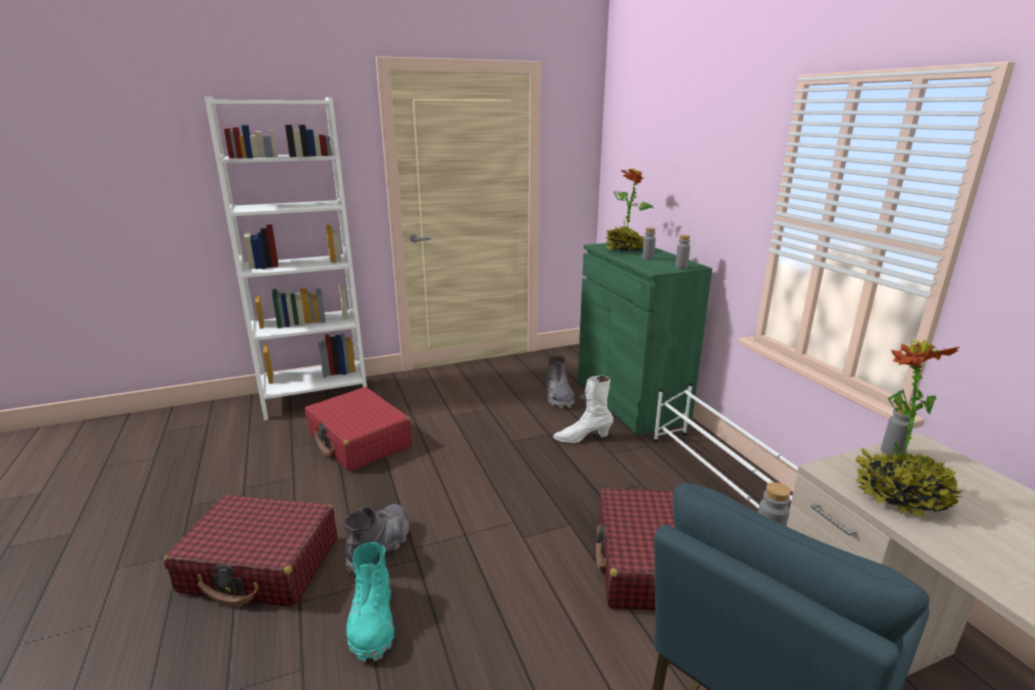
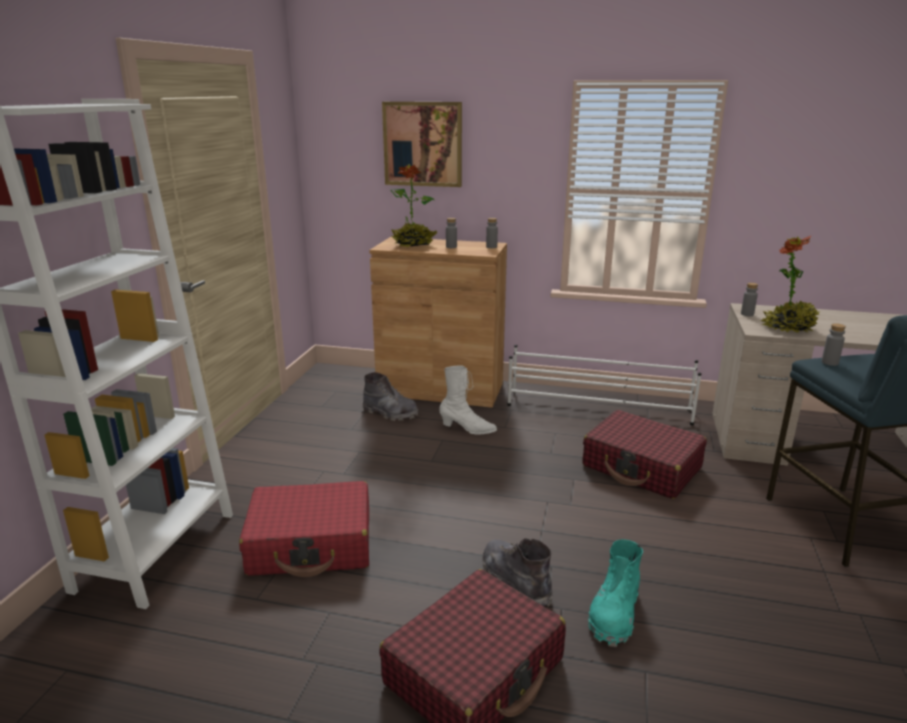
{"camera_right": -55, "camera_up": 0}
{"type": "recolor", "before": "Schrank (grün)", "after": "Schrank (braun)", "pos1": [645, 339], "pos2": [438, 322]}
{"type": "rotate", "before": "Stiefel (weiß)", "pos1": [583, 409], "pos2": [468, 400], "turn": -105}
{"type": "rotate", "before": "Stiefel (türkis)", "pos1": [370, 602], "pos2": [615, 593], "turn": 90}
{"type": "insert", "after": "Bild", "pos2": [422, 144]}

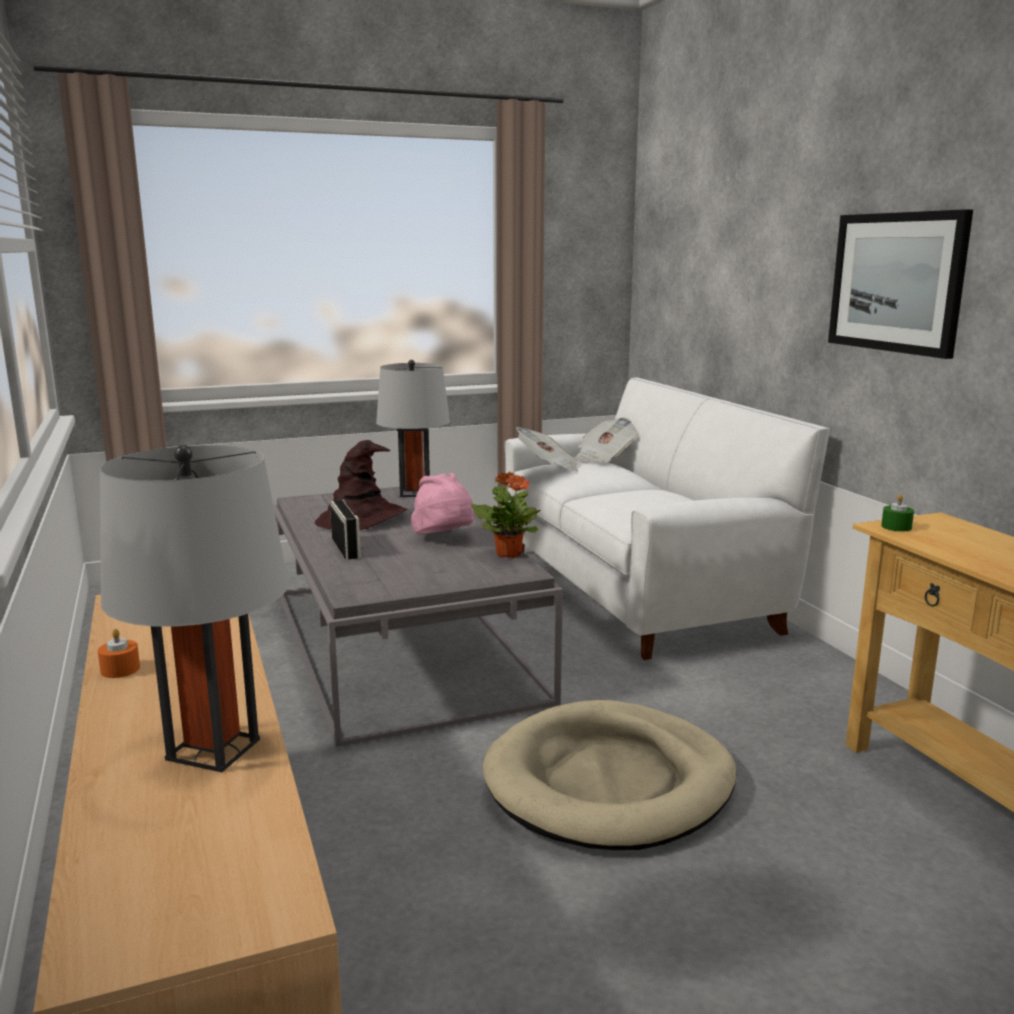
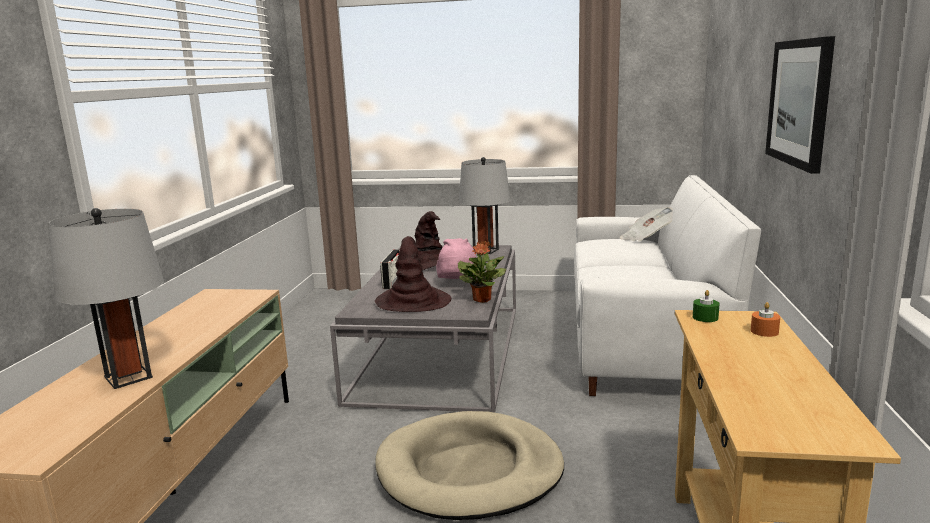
{"camera_right": 30, "camera_up": 0}
{"type": "delete", "before": "Zeitung", "pos1": [547, 449]}
{"type": "move", "before": "Kerze (orange)", "pos1": [119, 653], "pos2": [765, 319]}
{"type": "insert", "after": "Hut (braun)", "pos2": [413, 274]}

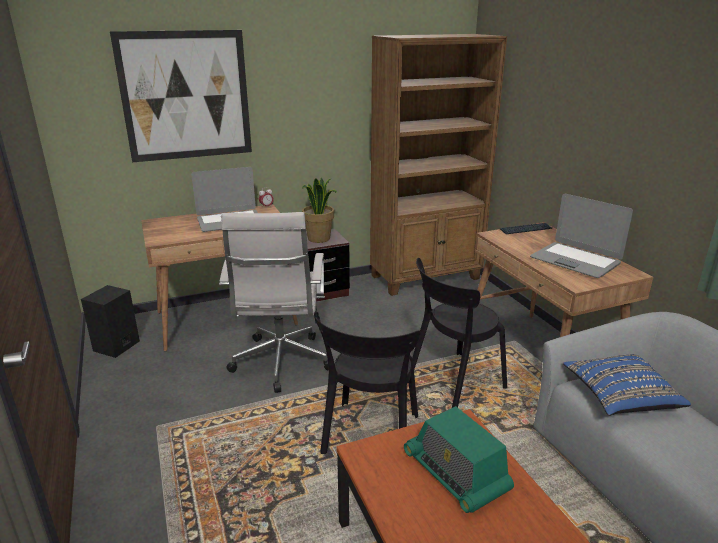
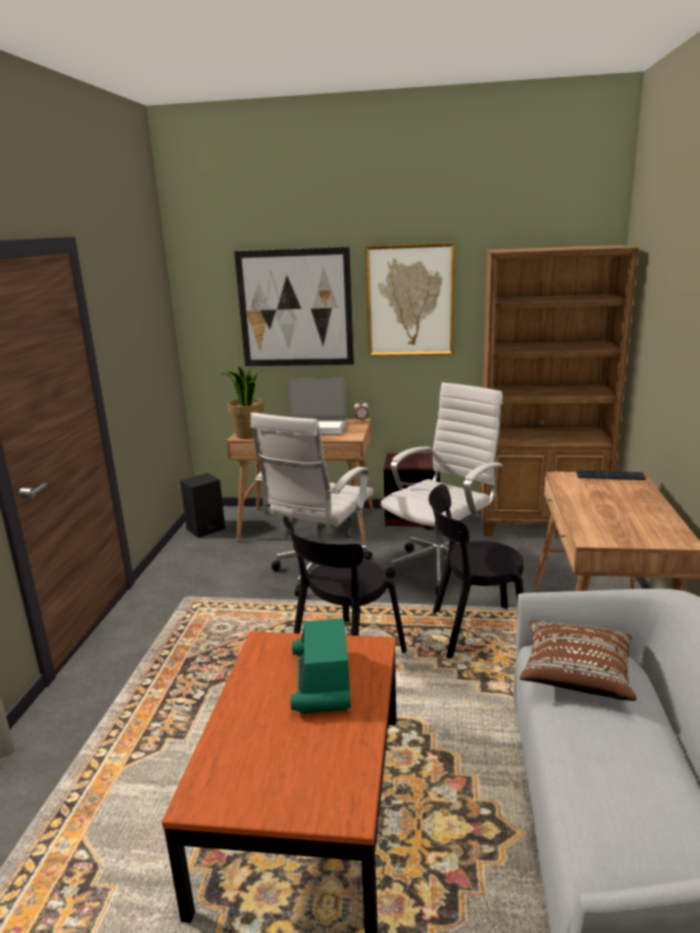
{"camera_right": 30, "camera_up": -5}
{"type": "move", "before": "Topfpflanze", "pos1": [319, 210], "pos2": [241, 402]}
{"type": "delete", "before": "Laptop", "pos1": [581, 236]}
{"type": "recolor", "before": "Kissen (blau)", "after": "Kissen (braun)", "pos1": [627, 385], "pos2": [578, 660]}
{"type": "insert", "after": "Bild", "pos2": [410, 299]}
{"type": "insert", "after": "Bürostuhl (weiß)", "pos2": [442, 489]}

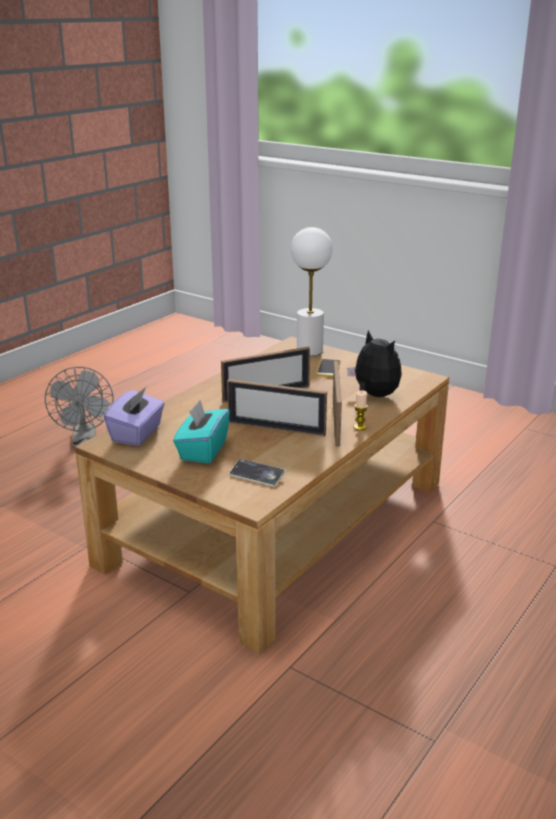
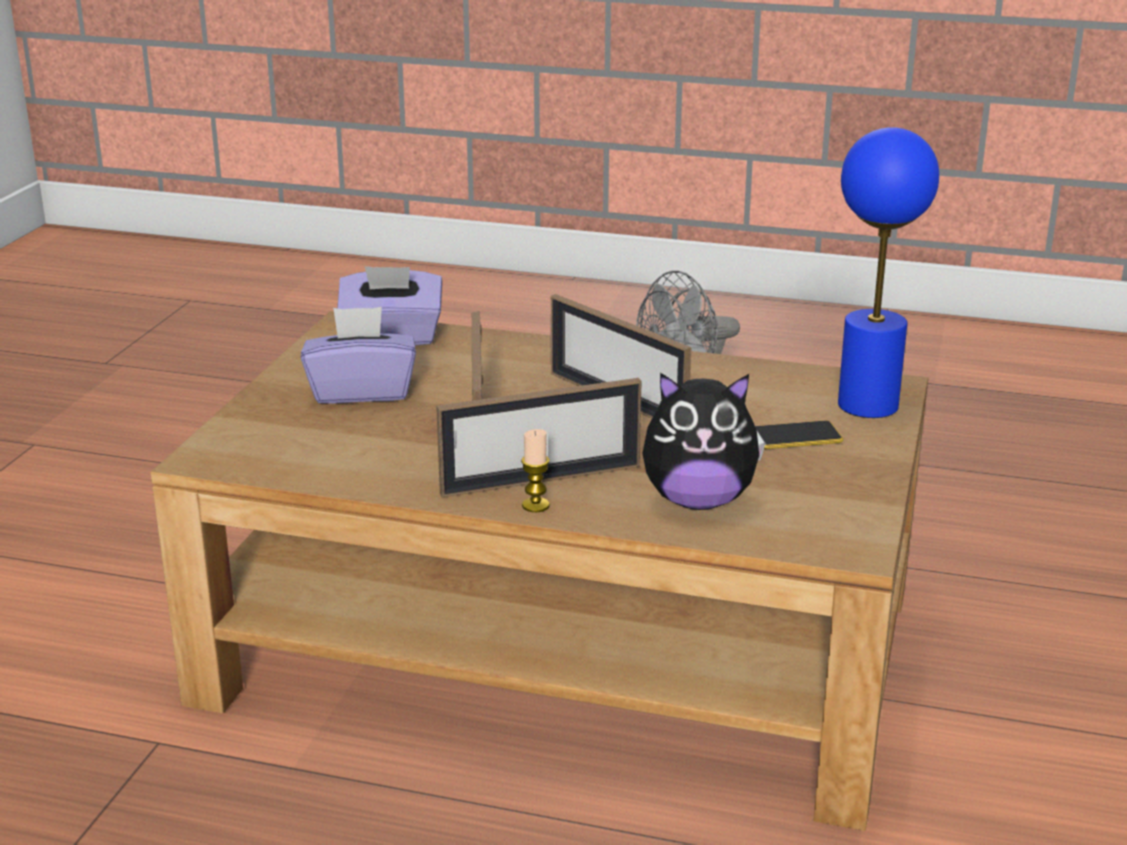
{"camera_right": 70, "camera_up": 0}
{"type": "recolor", "before": "Tischlampe (weiß)", "after": "Tischlampe (blau)", "pos1": [312, 291], "pos2": [888, 272]}
{"type": "rotate", "before": "Plüschtier", "pos1": [374, 363], "pos2": [704, 441], "turn": 60}
{"type": "recolor", "before": "Taschentuchbox (türkis)", "after": "Taschentuchbox (lila)", "pos1": [201, 431], "pos2": [358, 355]}
{"type": "delete", "before": "Handy", "pos1": [257, 473]}

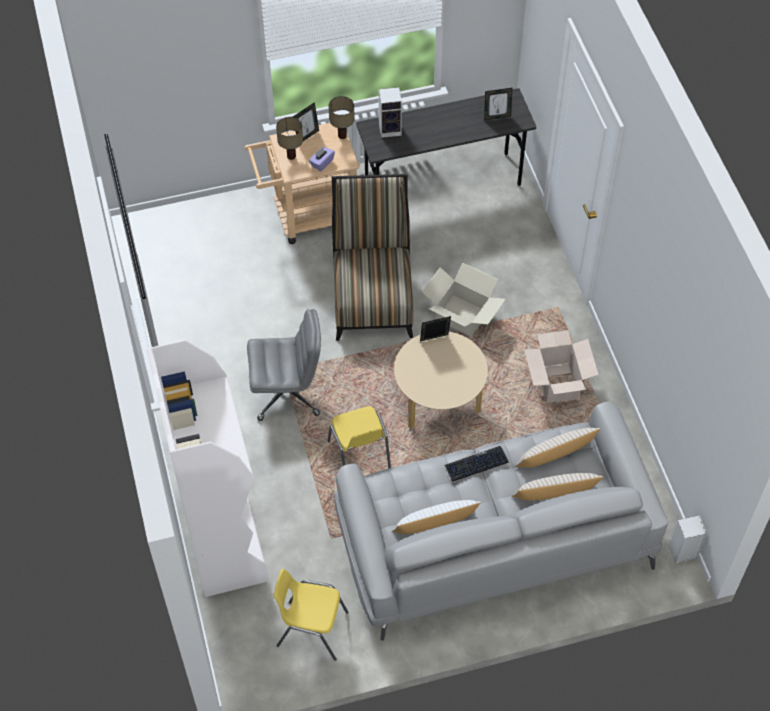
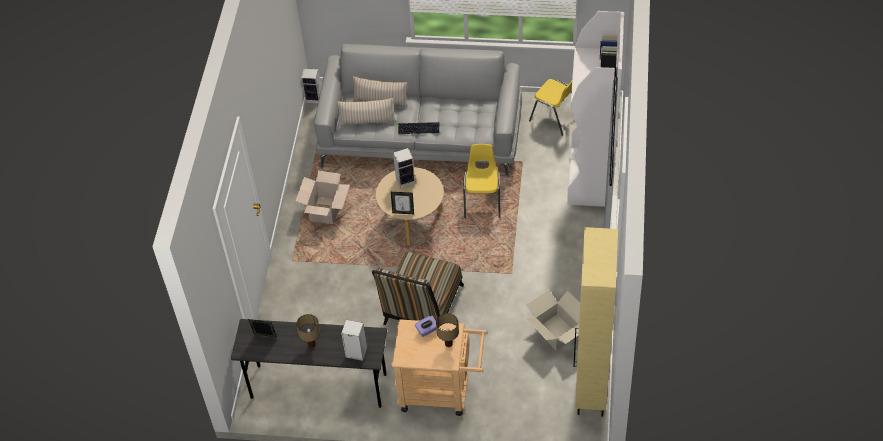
{"camera_right": -155, "camera_up": -5}
{"type": "move", "before": "Tischlampe", "pos1": [341, 117], "pos2": [308, 331]}
{"type": "delete", "before": "Bilderrahmen", "pos1": [306, 121]}
{"type": "move", "before": "Karton", "pos1": [464, 299], "pos2": [552, 320]}
{"type": "delete", "before": "Bürostuhl (grau)", "pos1": [284, 365]}
{"type": "delete", "before": "Kissen (weiß)", "pos1": [436, 517]}
{"type": "insert", "after": "Lautsprecher", "pos2": [404, 168]}
{"type": "insert", "after": "Schrank (beige)", "pos2": [596, 322]}

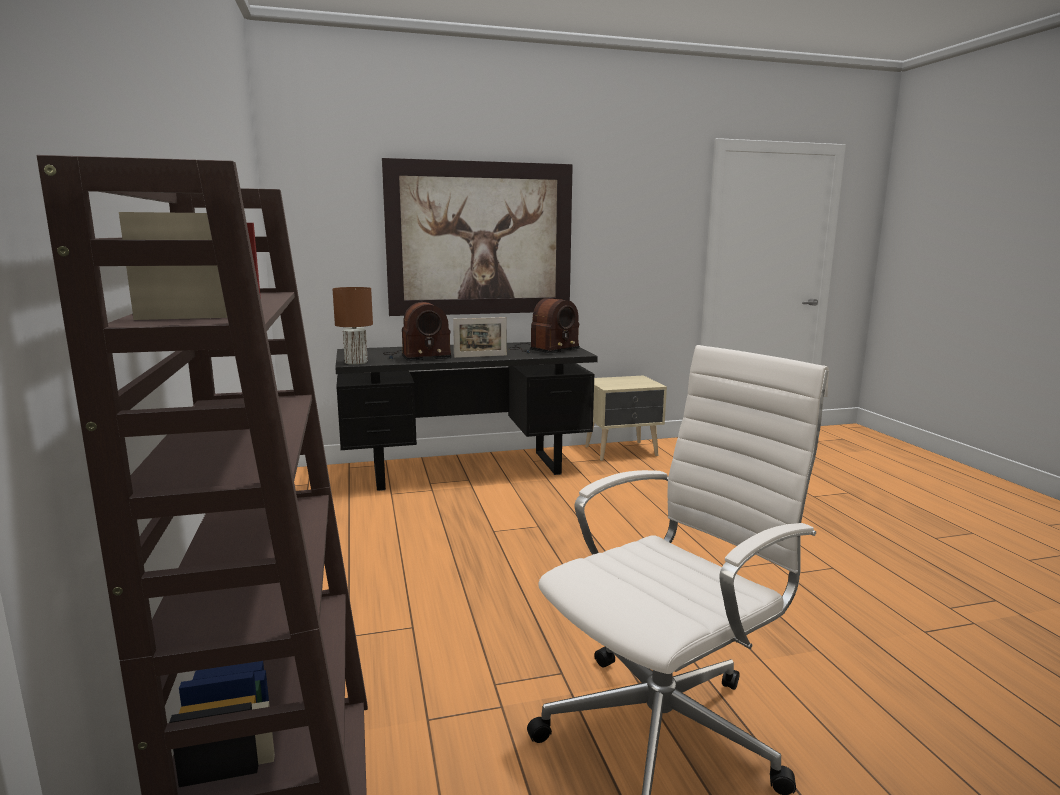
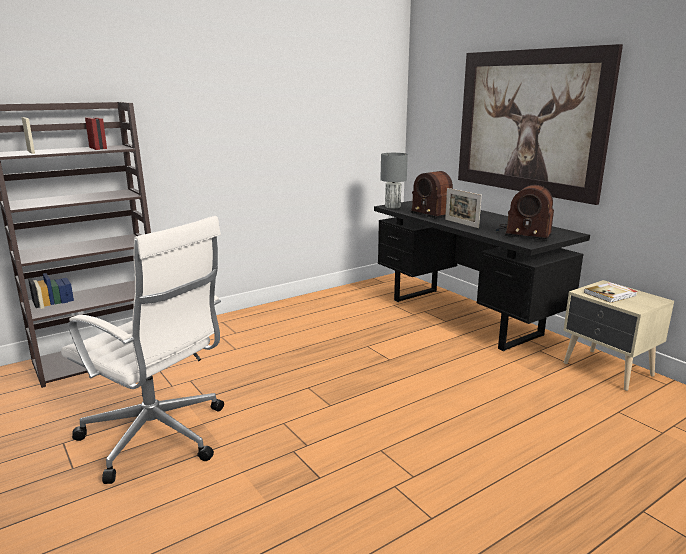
{"camera_right": 70, "camera_up": 5}
{"type": "recolor", "before": "Tischlampe (braun)", "after": "Tischlampe (grau)", "pos1": [353, 326], "pos2": [394, 180]}
{"type": "insert", "after": "Buch", "pos2": [611, 292]}

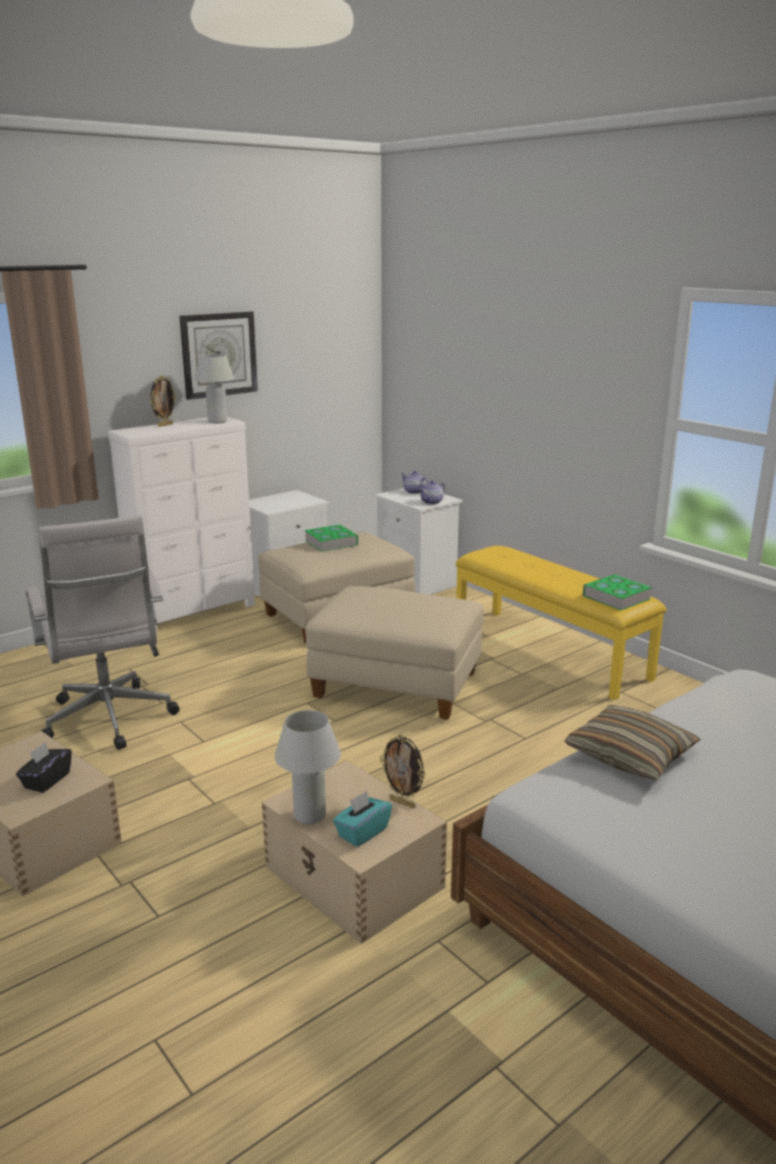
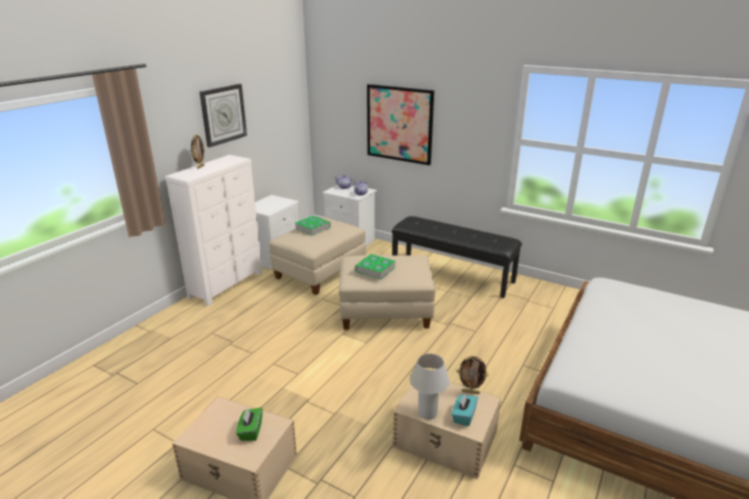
{"camera_right": -20, "camera_up": 5}
{"type": "delete", "before": "Tischlampe (weiß)", "pos1": [215, 388]}
{"type": "delete", "before": "Bürostuhl (weiß)", "pos1": [102, 632]}
{"type": "recolor", "before": "Bank (gelb)", "after": "Bank (schwarz)", "pos1": [561, 623], "pos2": [457, 257]}
{"type": "move", "before": "Buch", "pos1": [617, 592], "pos2": [375, 267]}
{"type": "delete", "before": "Kissen", "pos1": [632, 742]}
{"type": "recolor", "before": "Taschentuchbox (schwarz)", "after": "Taschentuchbox (grün)", "pos1": [44, 767], "pos2": [249, 424]}
{"type": "insert", "after": "Bild", "pos2": [400, 124]}

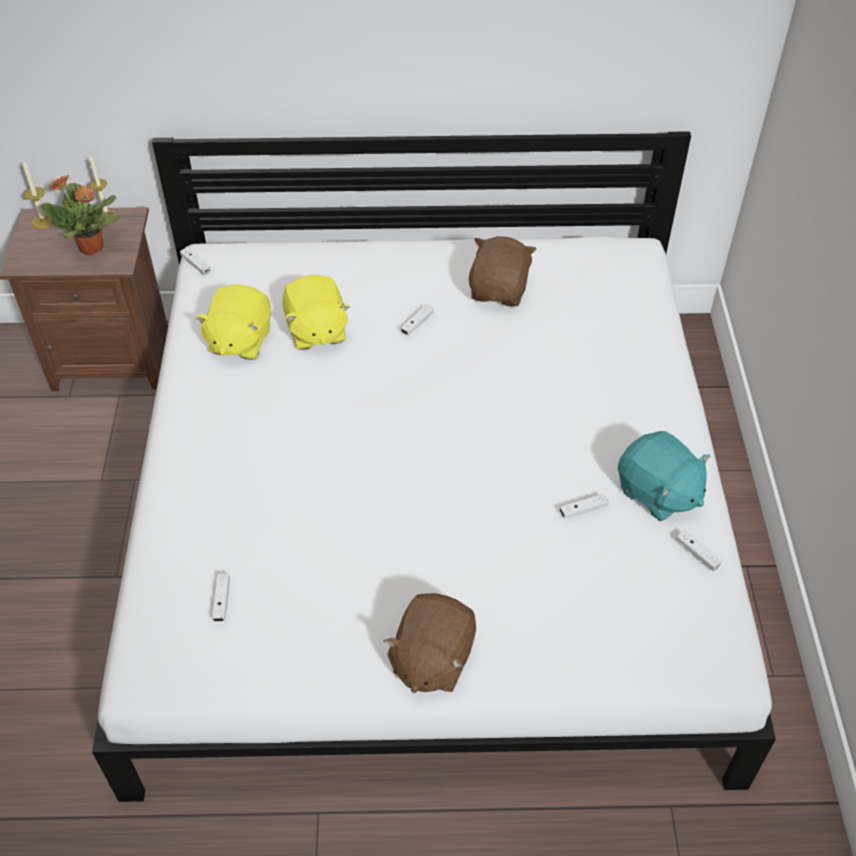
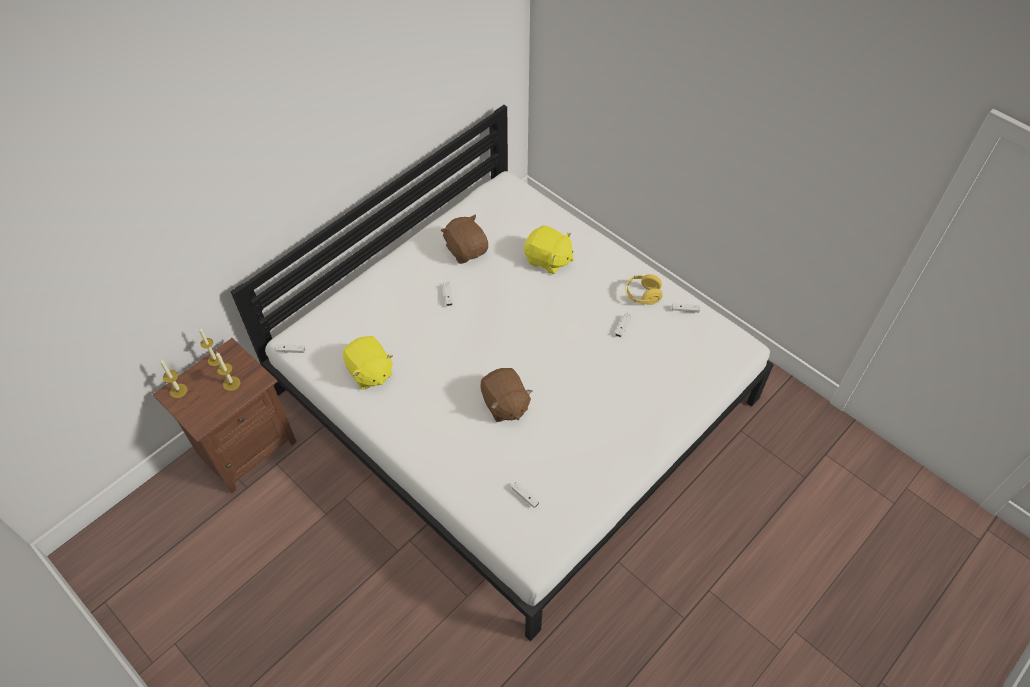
{"camera_right": -45, "camera_up": 5}
{"type": "replace", "before": "Topfpflanze", "after": "Kerze", "pos1": [80, 215], "pos2": [228, 371]}
{"type": "move", "before": "Plüschtier (gelb)", "pos1": [316, 312], "pos2": [549, 249]}
{"type": "replace", "before": "Plüschtier (türkis)", "after": "Kopfhörer (gelb)", "pos1": [664, 476], "pos2": [644, 289]}
{"type": "move", "before": "Plüschtier (braun)", "pos1": [430, 643], "pos2": [506, 395]}

